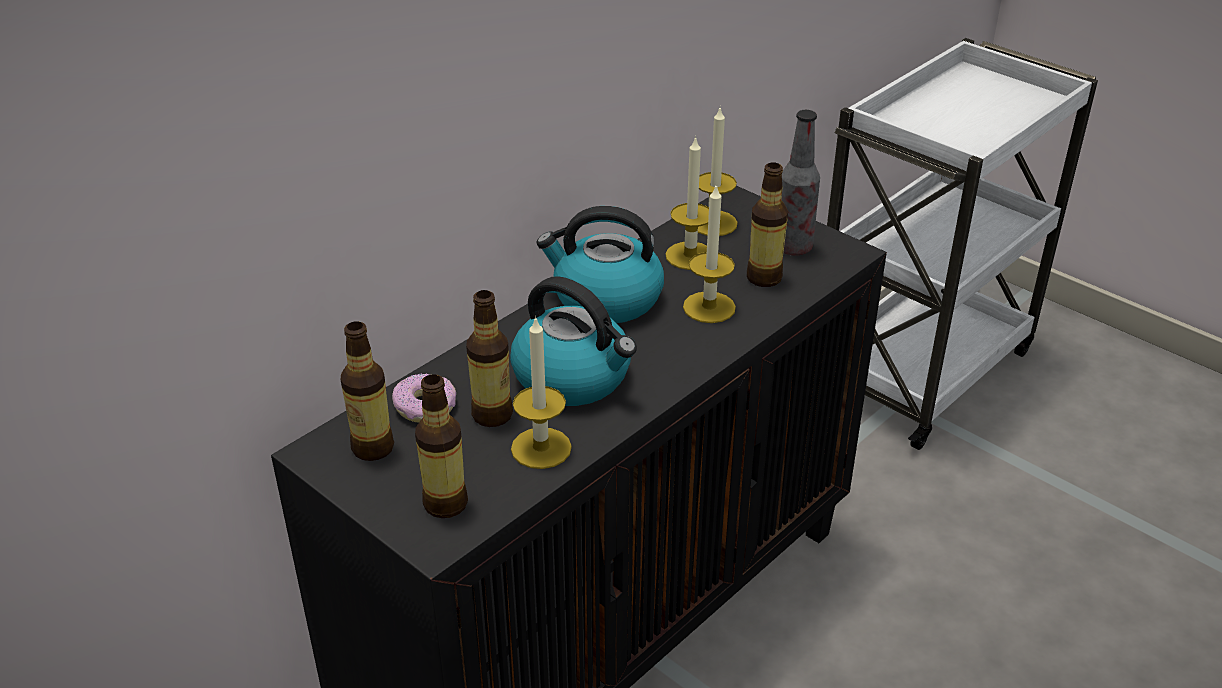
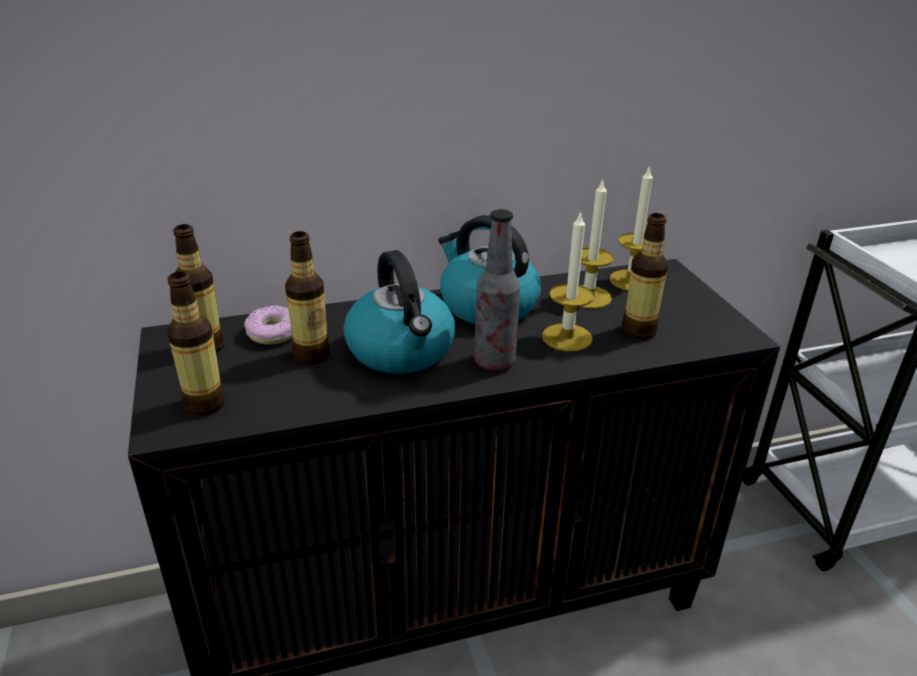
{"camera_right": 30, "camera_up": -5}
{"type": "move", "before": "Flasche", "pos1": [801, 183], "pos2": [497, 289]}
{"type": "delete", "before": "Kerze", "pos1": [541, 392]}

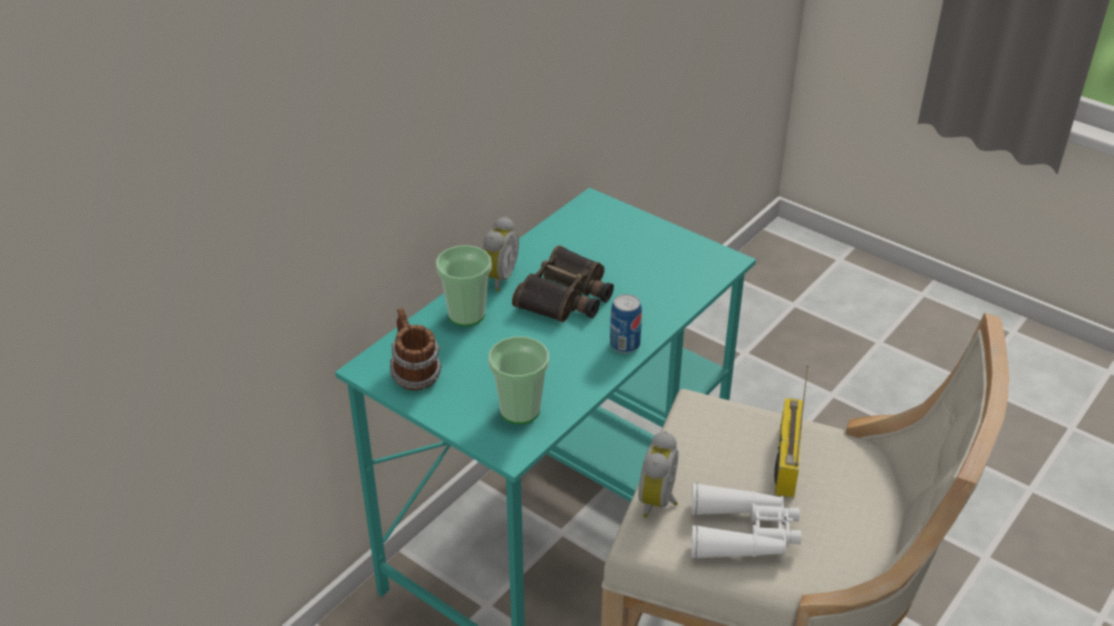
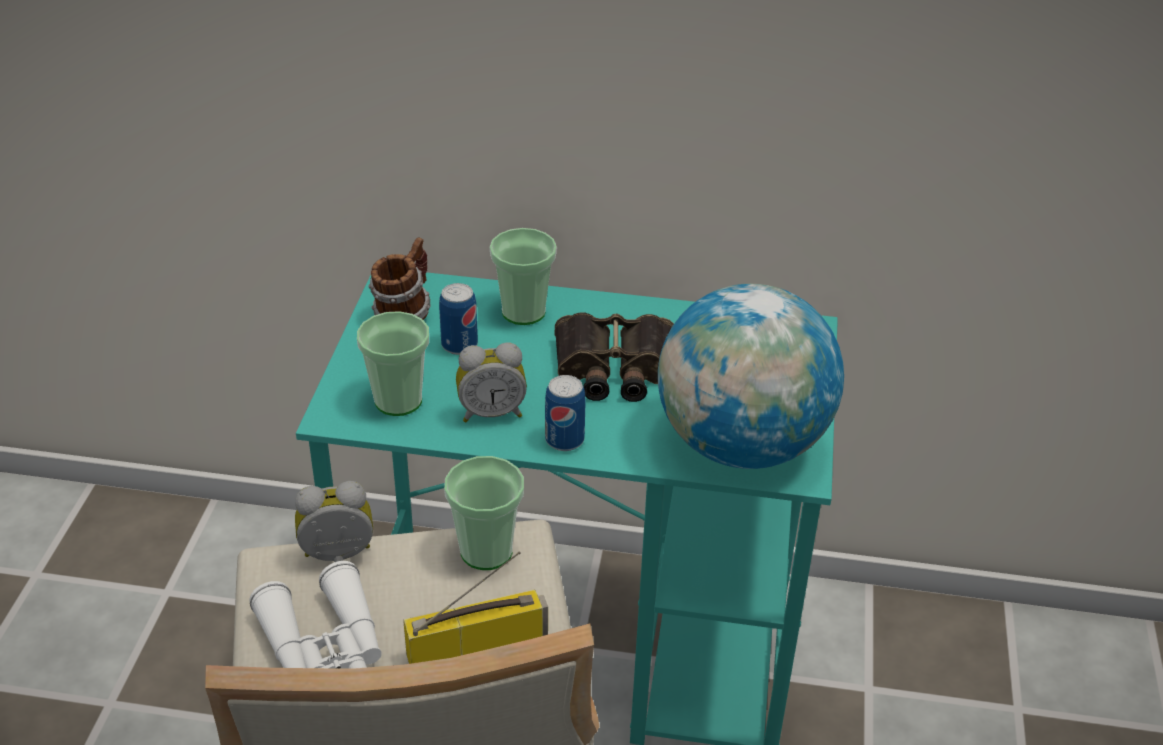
{"camera_right": 60, "camera_up": 0}
{"type": "move", "before": "Wecker", "pos1": [500, 253], "pos2": [491, 382]}
{"type": "insert", "after": "Dose", "pos2": [458, 319]}
{"type": "insert", "after": "Globus", "pos2": [751, 376]}
{"type": "insert", "after": "Tasse", "pos2": [484, 513]}

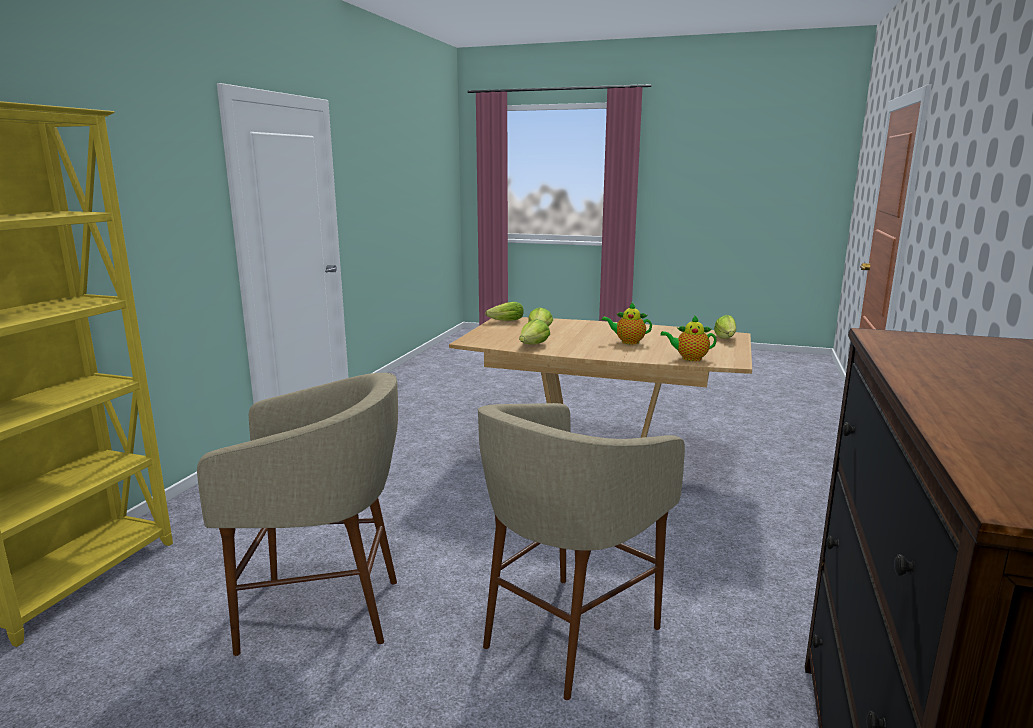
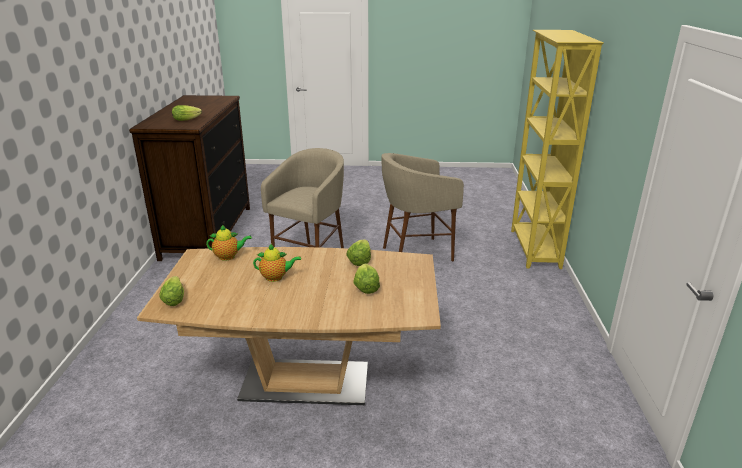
{"camera_right": 165, "camera_up": 10}
{"type": "move", "before": "Salatkopf", "pos1": [504, 311], "pos2": [187, 113]}

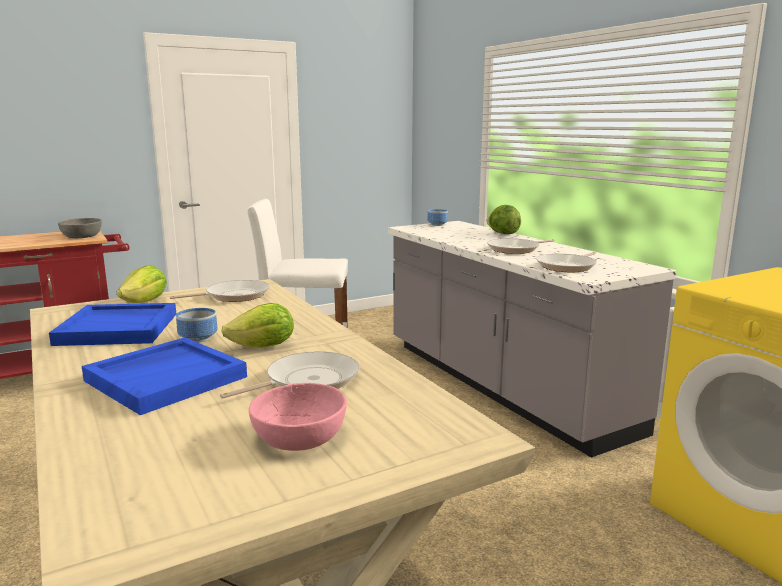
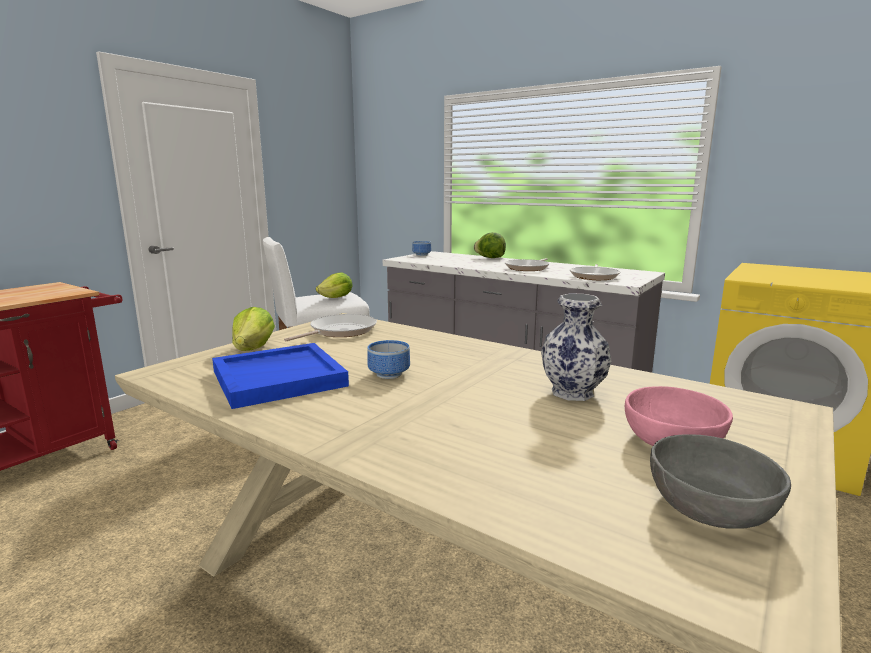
{"camera_right": -25, "camera_up": 0}
{"type": "move", "before": "Schüssel (grau)", "pos1": [80, 228], "pos2": [720, 481]}
{"type": "move", "before": "Salatkopf", "pos1": [257, 325], "pos2": [334, 285]}
{"type": "delete", "before": "Tablett (blau)", "pos1": [164, 376]}
{"type": "replace", "before": "Pfanne", "after": "Vase", "pos1": [289, 375], "pos2": [576, 347]}

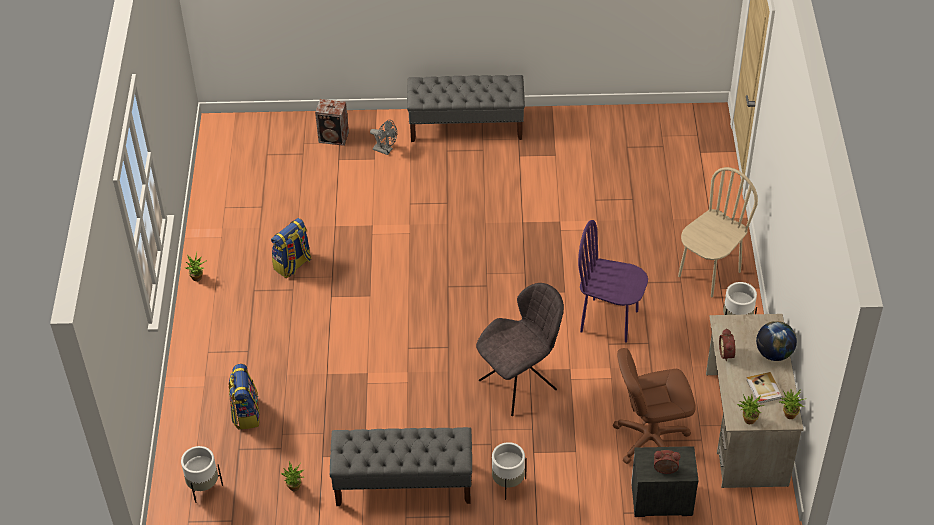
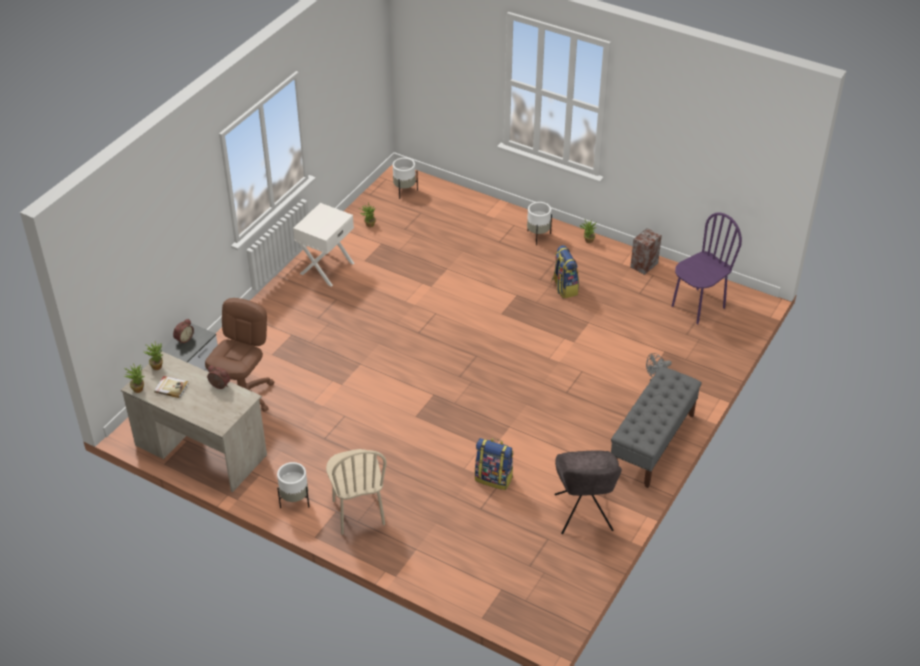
{"camera_right": 120, "camera_up": -5}
{"type": "move", "before": "Lautsprecher", "pos1": [332, 122], "pos2": [646, 251]}
{"type": "move", "before": "Stuhl (lila)", "pos1": [613, 281], "pos2": [707, 268]}
{"type": "move", "before": "Stuhl (grau)", "pos1": [520, 349], "pos2": [588, 492]}
{"type": "delete", "before": "Globus", "pos1": [776, 341]}
{"type": "move", "before": "Rucksack", "pos1": [244, 396], "pos2": [494, 464]}
{"type": "replace", "before": "Bank (grau)", "after": "Nachttisch (weiß)", "pos1": [401, 466], "pos2": [324, 245]}
{"type": "move", "before": "Pflanzkübel (weiß)", "pos1": [509, 471], "pos2": [539, 223]}

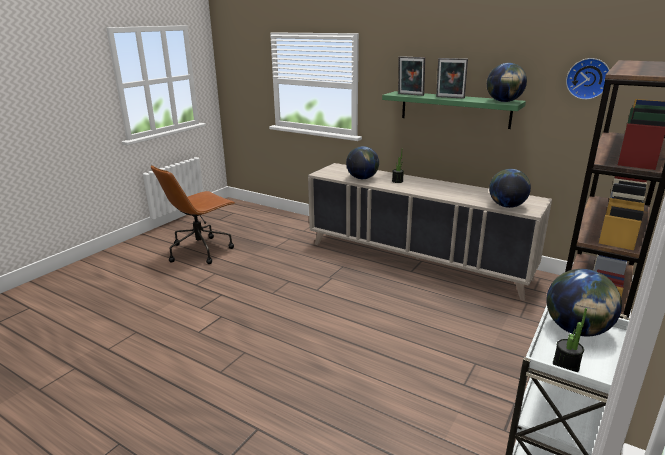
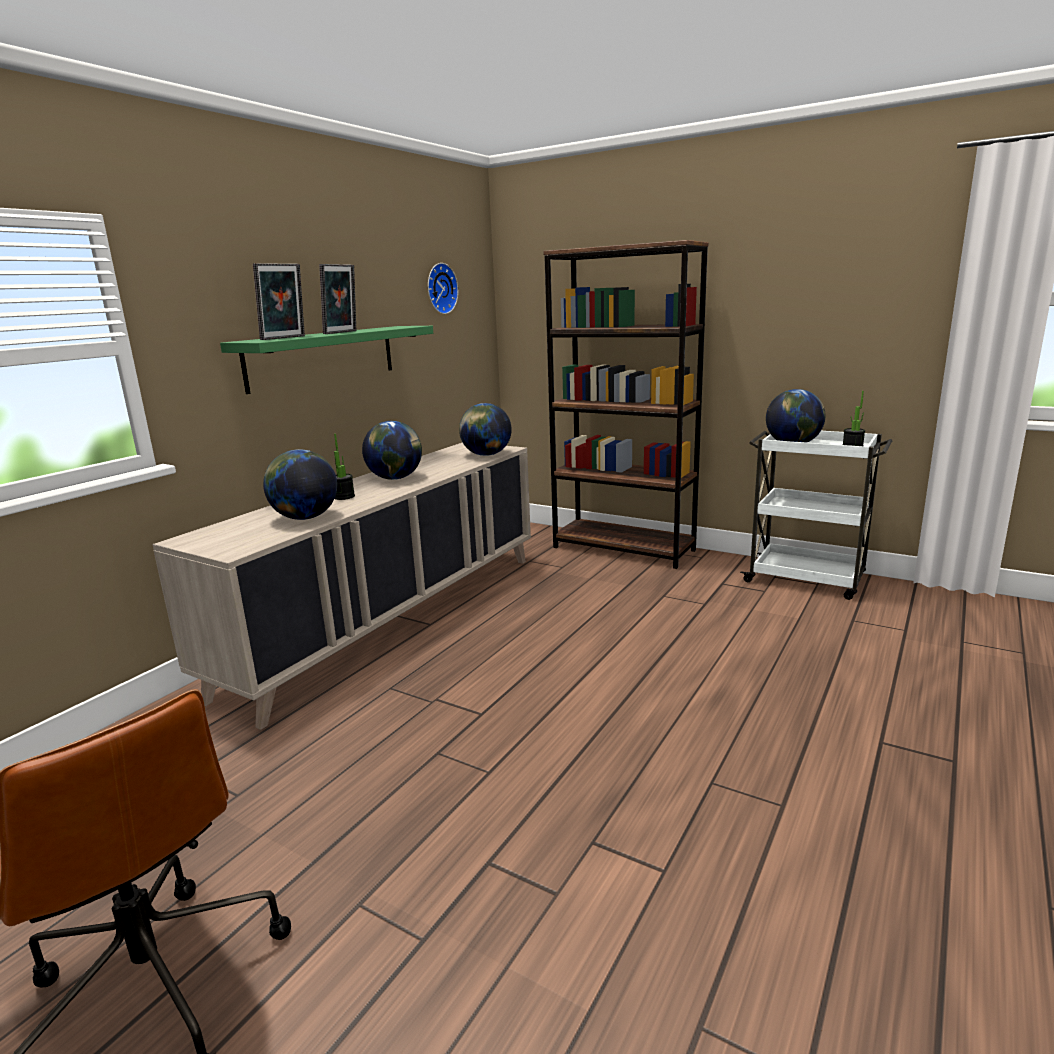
{"camera_right": -90, "camera_up": -5}
{"type": "move", "before": "Globus", "pos1": [507, 82], "pos2": [392, 450]}

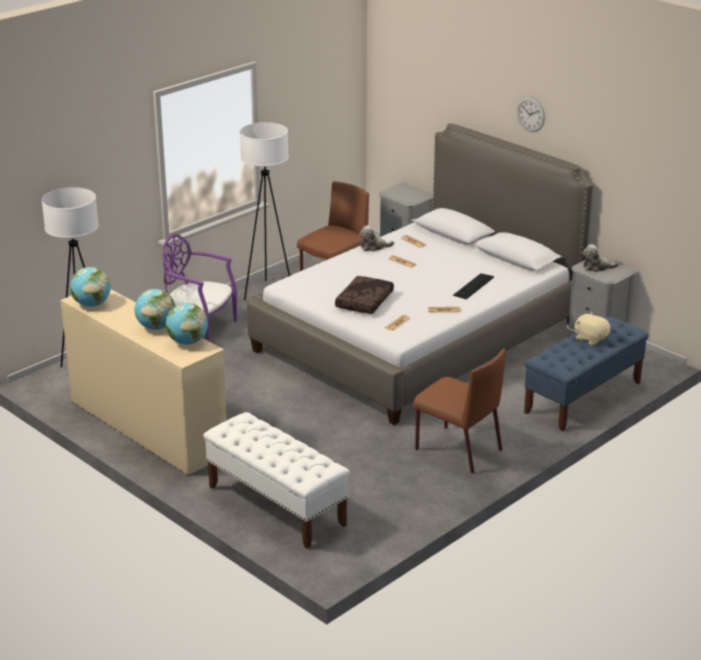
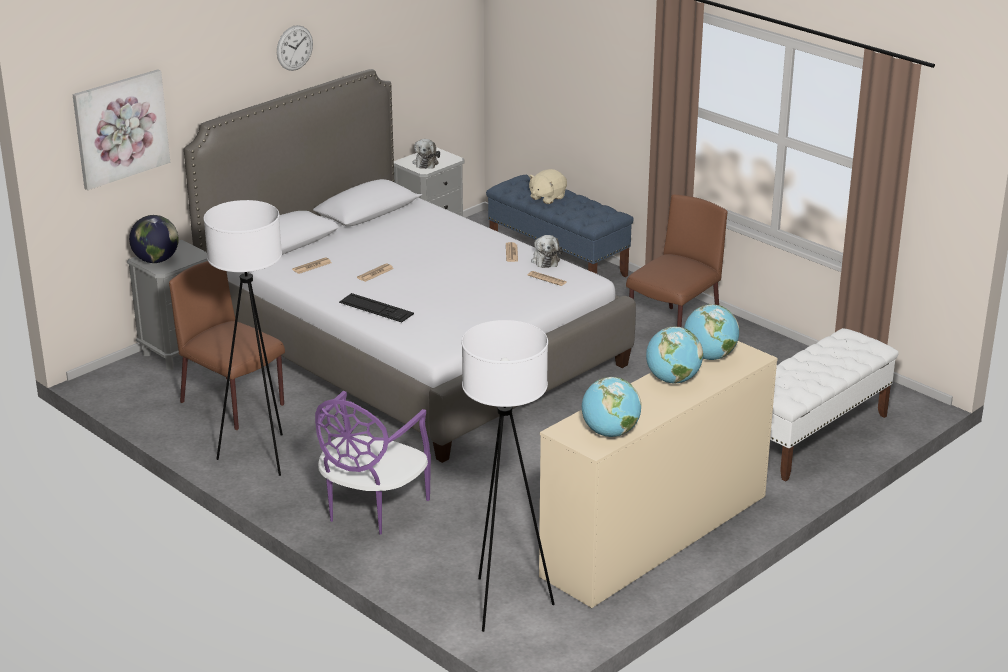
{"camera_right": -90, "camera_up": 0}
{"type": "move", "before": "Plüschtier", "pos1": [376, 238], "pos2": [547, 251]}
{"type": "move", "before": "Tastatur", "pos1": [473, 286], "pos2": [376, 307]}
{"type": "delete", "before": "Kissen (braun)", "pos1": [364, 295]}
{"type": "insert", "after": "Bild", "pos2": [121, 129]}
{"type": "insert", "after": "Globus", "pos2": [154, 239]}

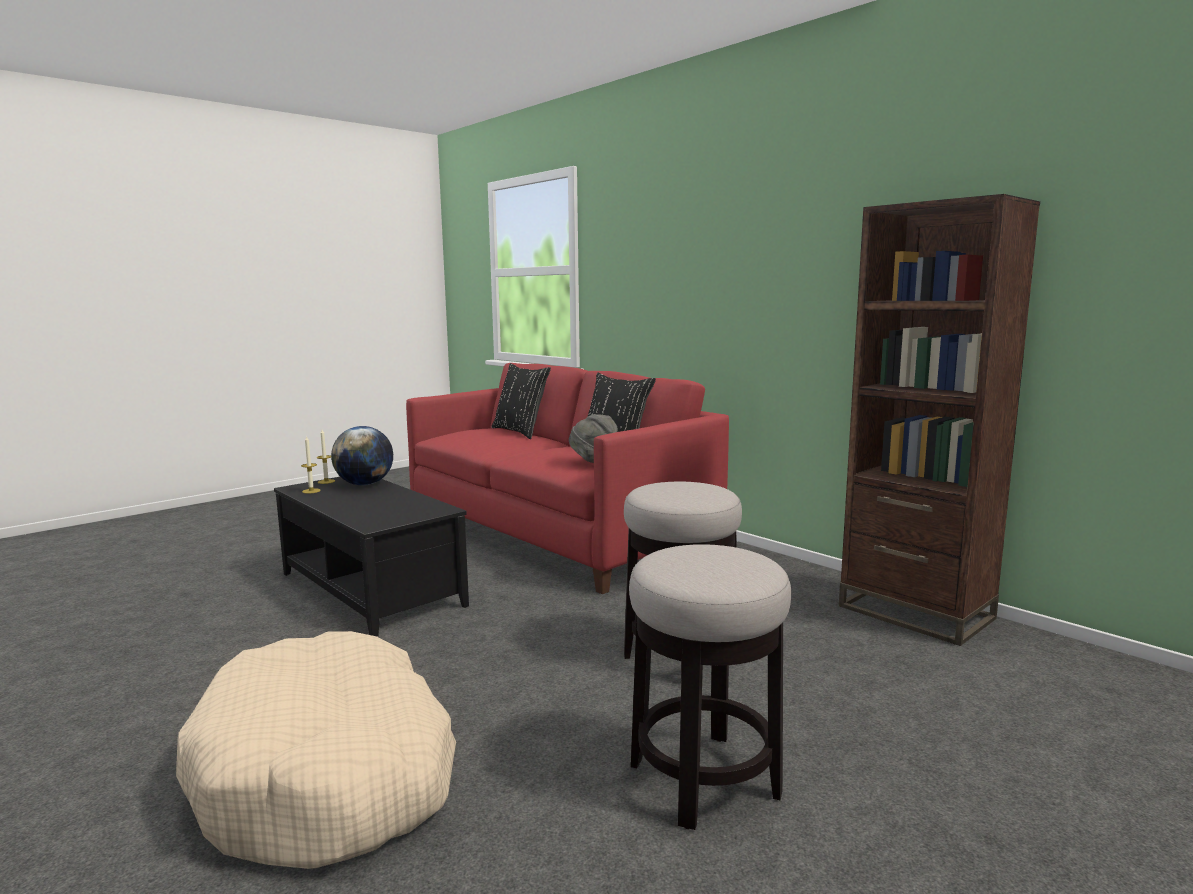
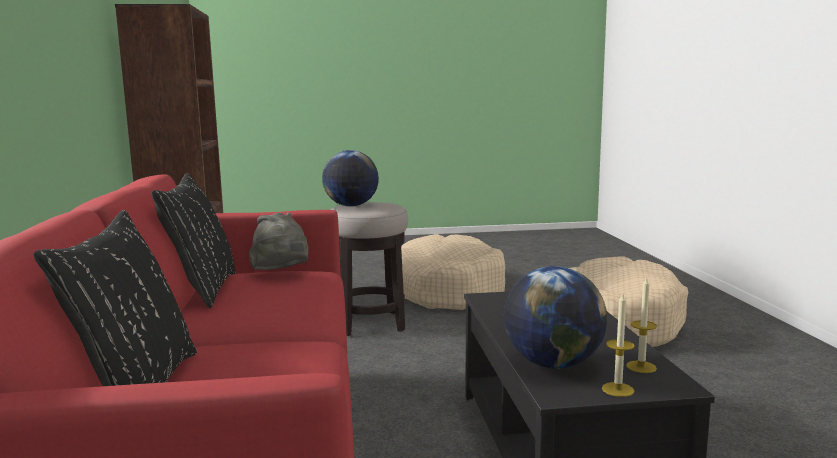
{"camera_right": -145, "camera_up": 0}
{"type": "replace", "before": "Hocker", "after": "Hundebett (beige)", "pos1": [710, 687], "pos2": [453, 272]}
{"type": "insert", "after": "Globus", "pos2": [350, 178]}

